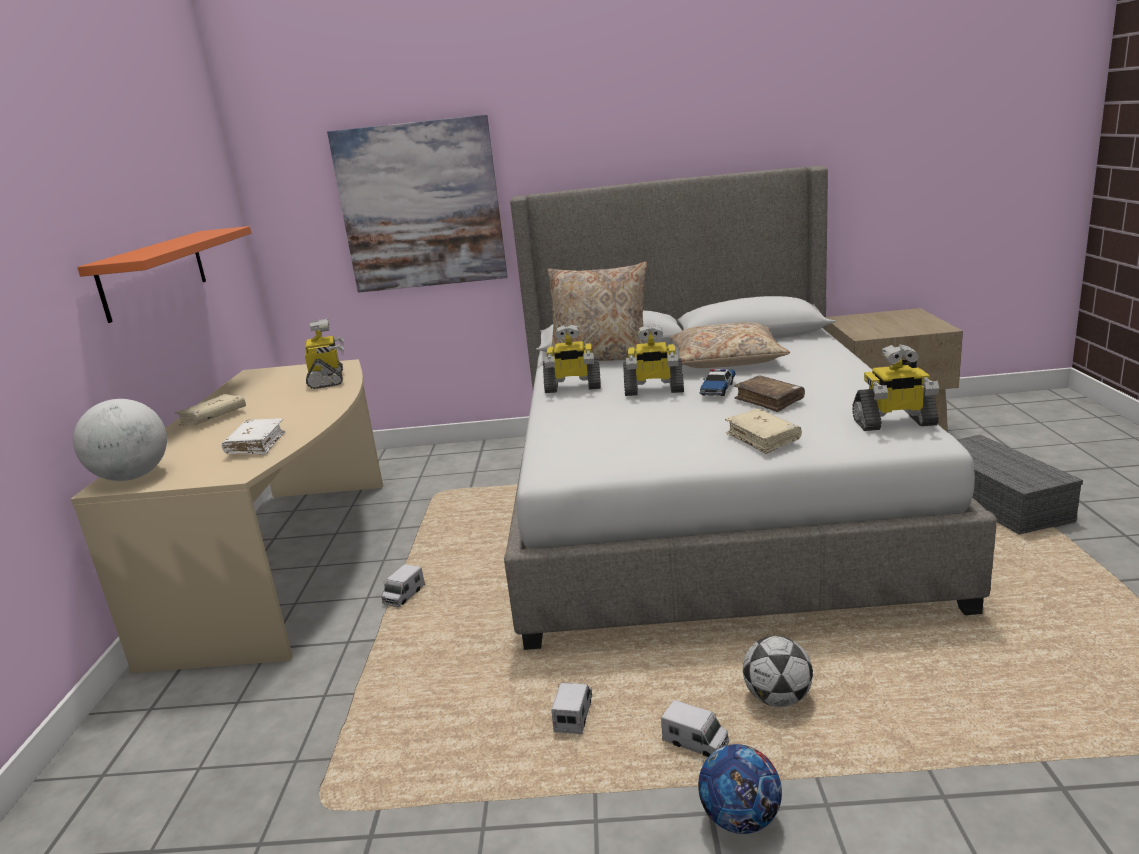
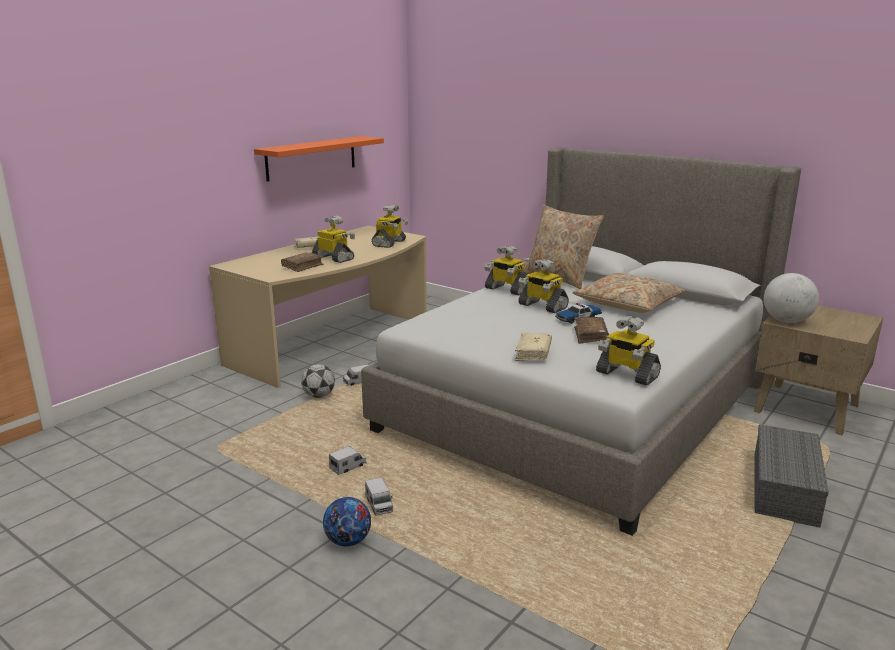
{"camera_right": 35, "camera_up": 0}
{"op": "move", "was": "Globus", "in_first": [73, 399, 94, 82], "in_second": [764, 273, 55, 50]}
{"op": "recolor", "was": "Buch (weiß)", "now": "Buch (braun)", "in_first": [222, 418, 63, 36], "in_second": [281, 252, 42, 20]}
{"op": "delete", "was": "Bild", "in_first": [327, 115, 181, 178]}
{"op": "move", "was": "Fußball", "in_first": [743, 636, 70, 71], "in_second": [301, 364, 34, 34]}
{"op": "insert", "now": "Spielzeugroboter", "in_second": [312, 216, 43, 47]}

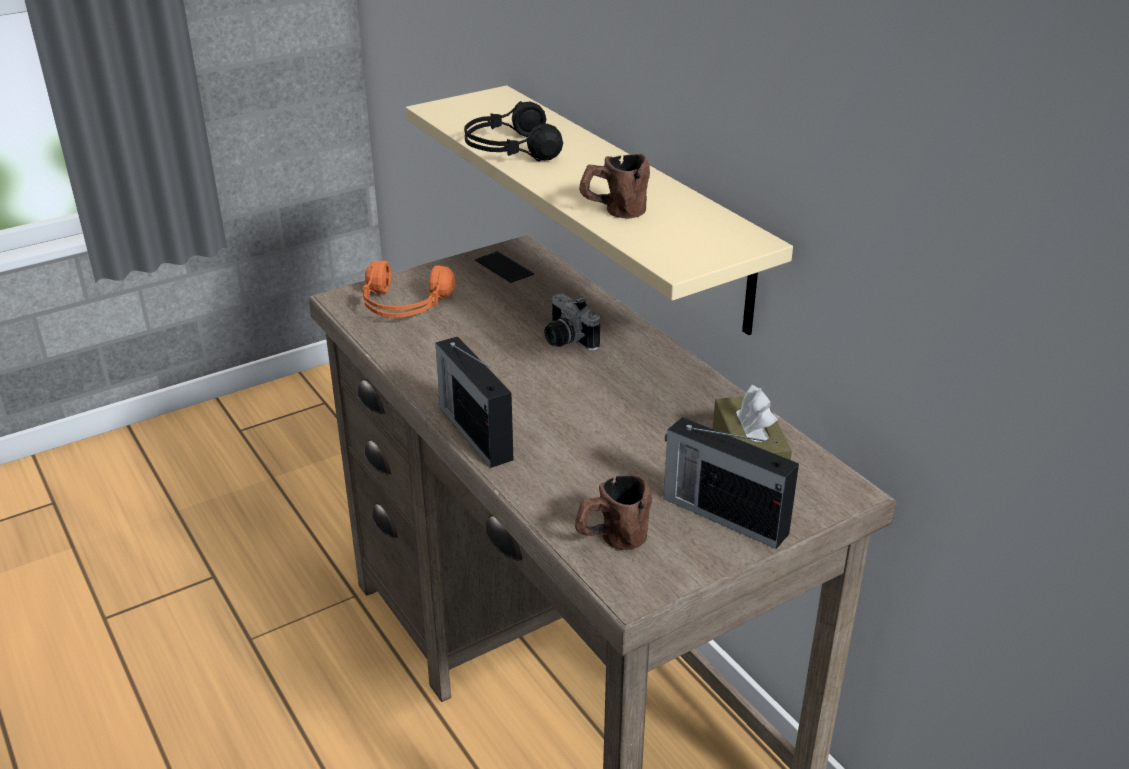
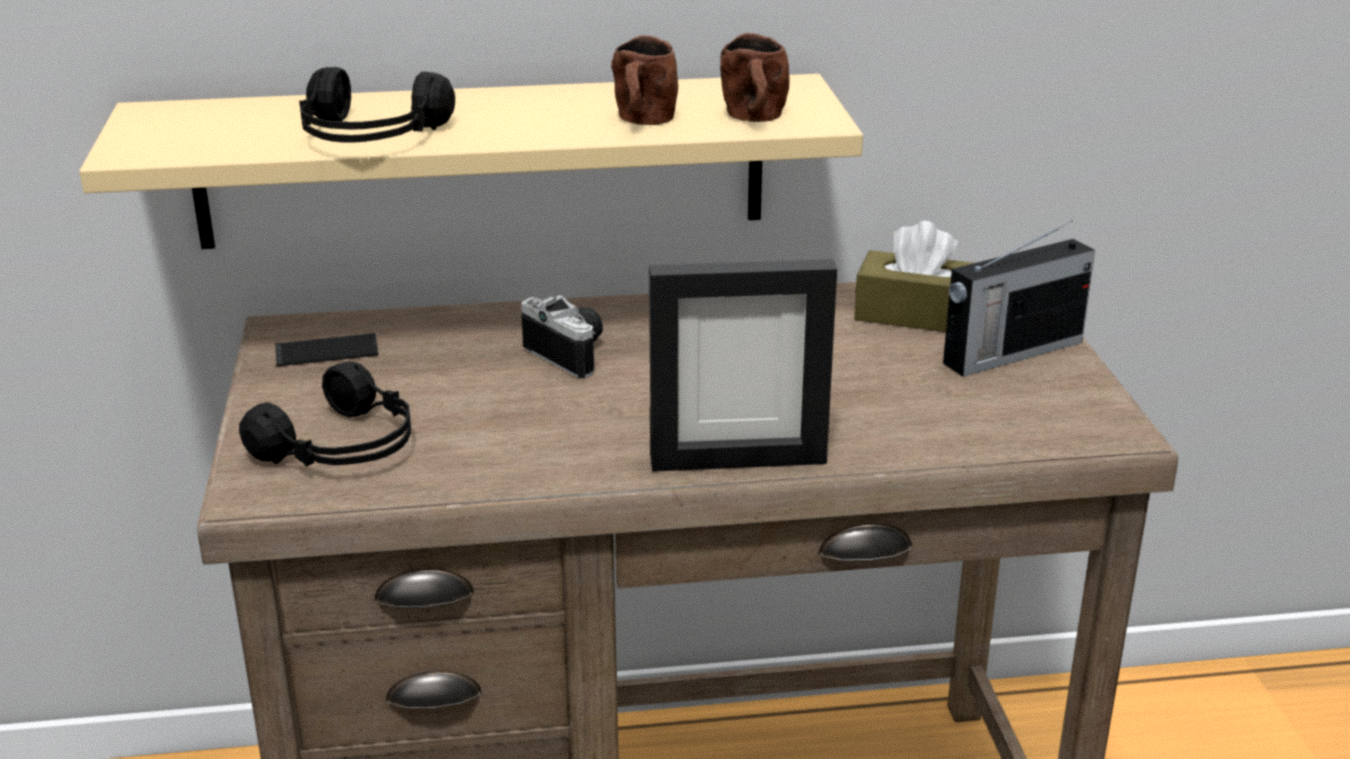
{"camera_right": -65, "camera_up": -5}
{"op": "recolor", "was": "Kopfhörer (orange)", "now": "Kopfhörer (schwarz)", "in_first": [362, 261, 93, 57], "in_second": [239, 361, 172, 106]}
{"op": "replace", "was": "Radio", "now": "Bilderrahmen", "in_first": [435, 336, 78, 132], "in_second": [649, 259, 188, 213]}
{"op": "rotate", "was": "Kamera", "in_first": [544, 293, 56, 58], "in_second": [521, 295, 82, 83], "clockwise": -120}
{"op": "move", "was": "Henkelbecher (braun)", "in_first": [575, 474, 77, 76], "in_second": [720, 33, 69, 89]}

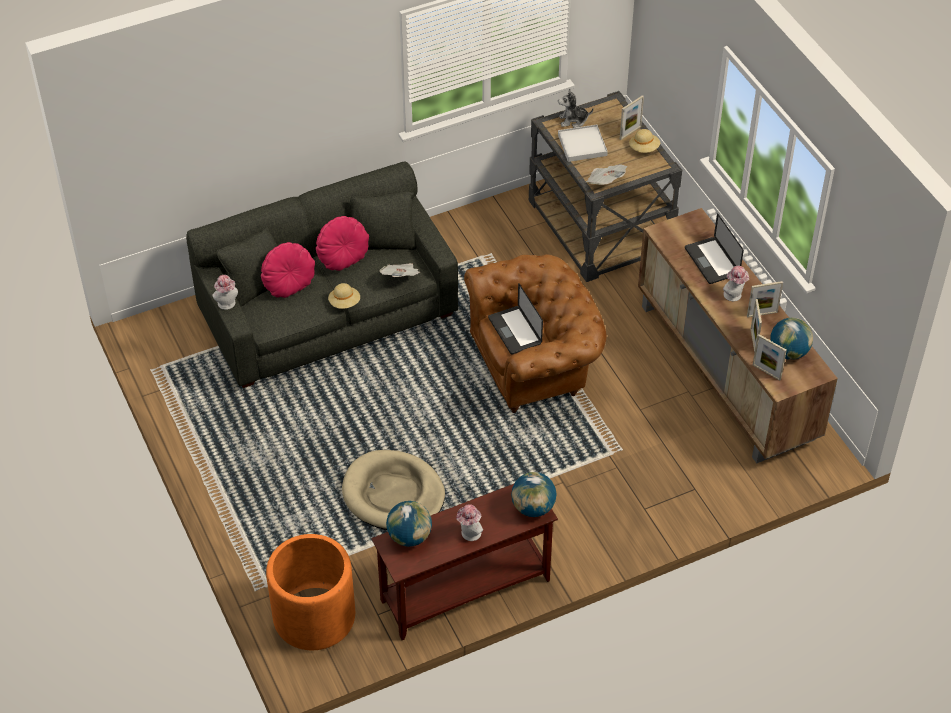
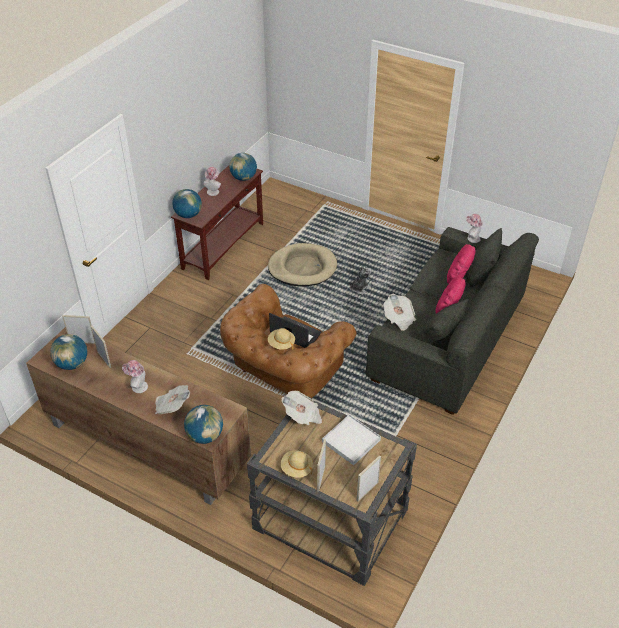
{"camera_right": 145, "camera_up": -5}
{"op": "delete", "was": "Pflanzkübel (orange)", "in_first": [266, 534, 89, 116]}
{"op": "move", "was": "Hut (beige)", "in_first": [328, 283, 32, 26], "in_second": [268, 328, 27, 22]}
{"op": "move", "was": "Plüschtier", "in_first": [558, 88, 35, 40], "in_second": [350, 266, 22, 28]}
{"op": "replace", "was": "Laptop", "now": "Zeitung", "in_first": [685, 213, 59, 71], "in_second": [155, 385, 35, 29]}
{"op": "move", "was": "Bilderrahmen", "in_first": [747, 281, 36, 36], "in_second": [357, 455, 24, 47]}
{"op": "insert", "now": "Globus", "in_second": [184, 405, 39, 39]}

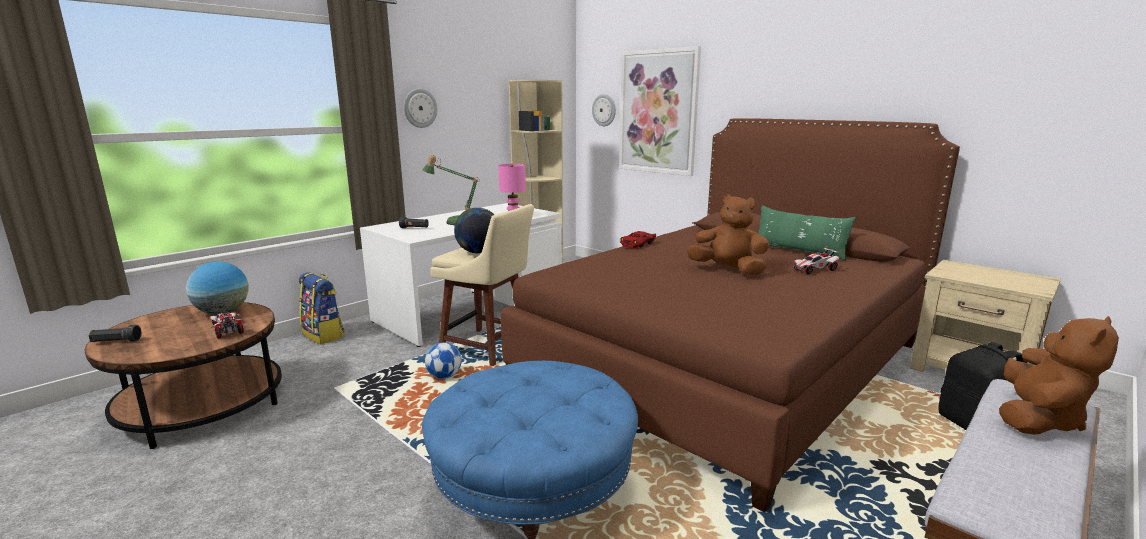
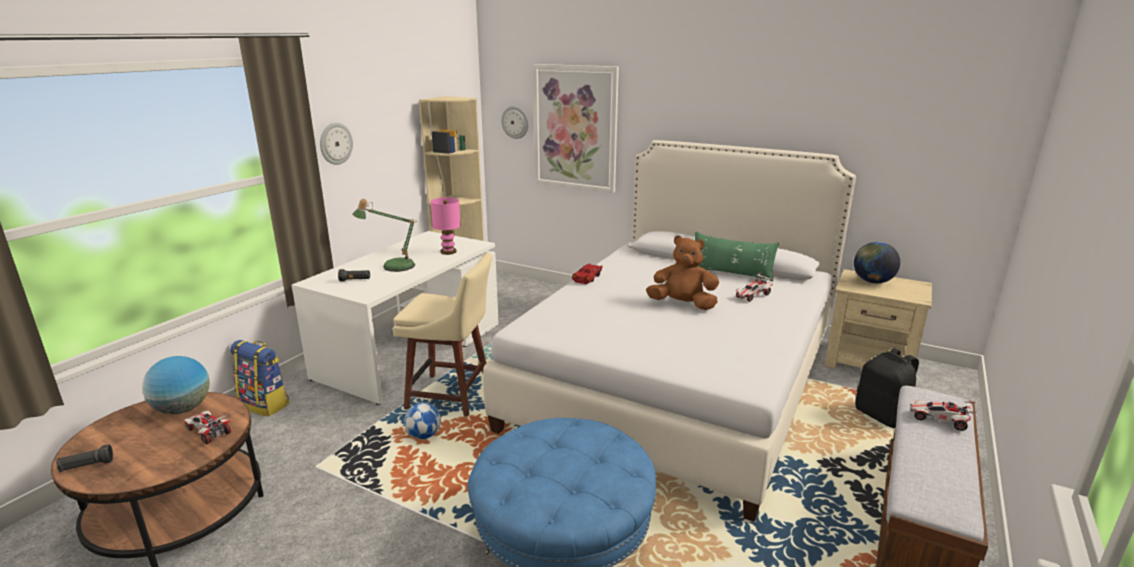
{"camera_right": -15, "camera_up": 5}
{"op": "move", "was": "Globus", "in_first": [454, 207, 40, 46], "in_second": [854, 242, 46, 42]}
{"op": "recolor", "was": "Bett (braun)", "now": "Bett (weiß)", "in_first": [501, 118, 459, 395], "in_second": [483, 140, 373, 382]}
{"op": "replace", "was": "Plüschtier (braun)", "now": "Spielzeugauto", "in_first": [999, 316, 120, 119], "in_second": [910, 400, 67, 31]}

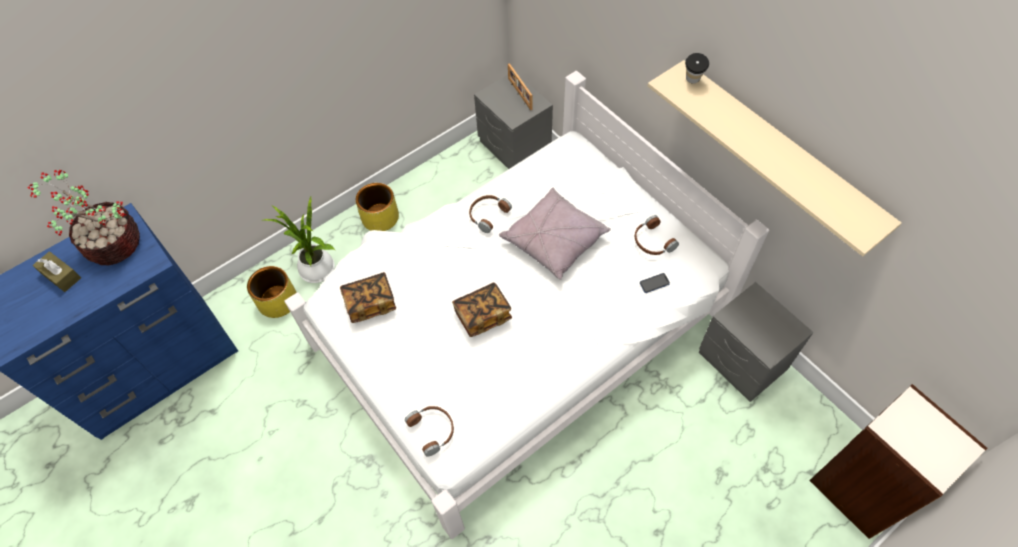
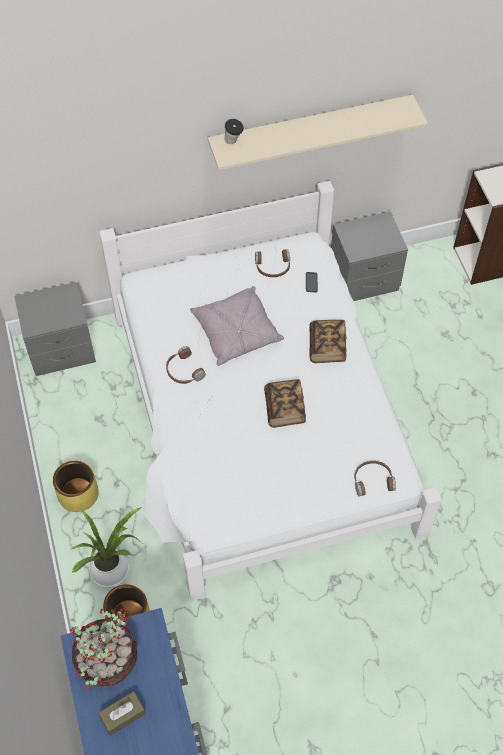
{"camera_right": -70, "camera_up": 0}
{"op": "move", "was": "Buch", "in_first": [340, 272, 56, 51], "in_second": [309, 320, 38, 43]}
{"op": "delete", "was": "Bilderrahmen", "in_first": [508, 63, 24, 47]}

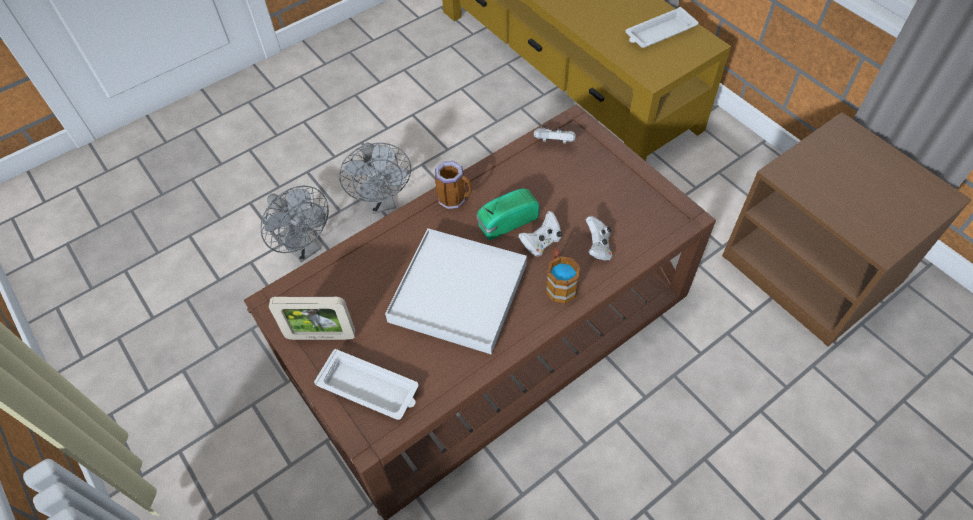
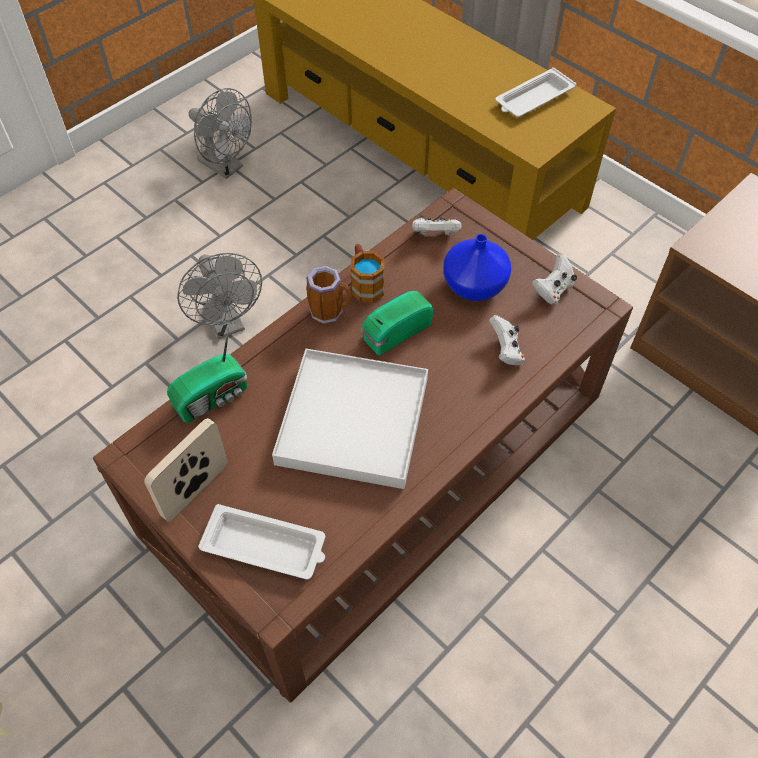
{"camera_right": -10, "camera_up": 0}
{"op": "move", "was": "Ventilator (grau)", "in_first": [261, 185, 68, 77], "in_second": [189, 88, 63, 91]}
{"op": "rotate", "was": "Bilderrahmen", "in_first": [269, 297, 86, 43], "in_second": [144, 418, 83, 104], "clockwise": 135}
{"op": "move", "was": "Gamepad (weiß)", "in_first": [518, 211, 44, 45], "in_second": [532, 253, 45, 52]}
{"op": "move", "was": "Henkelbecher", "in_first": [546, 248, 34, 56], "in_second": [351, 244, 34, 58]}
{"op": "insert", "now": "Radio", "in_second": [167, 325, 80, 98]}
{"op": "insert", "now": "Vase (blau)", "in_second": [443, 234, 68, 67]}

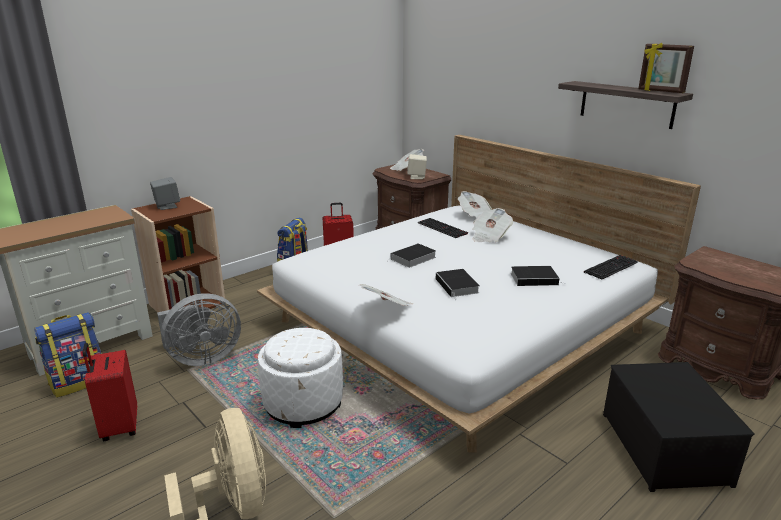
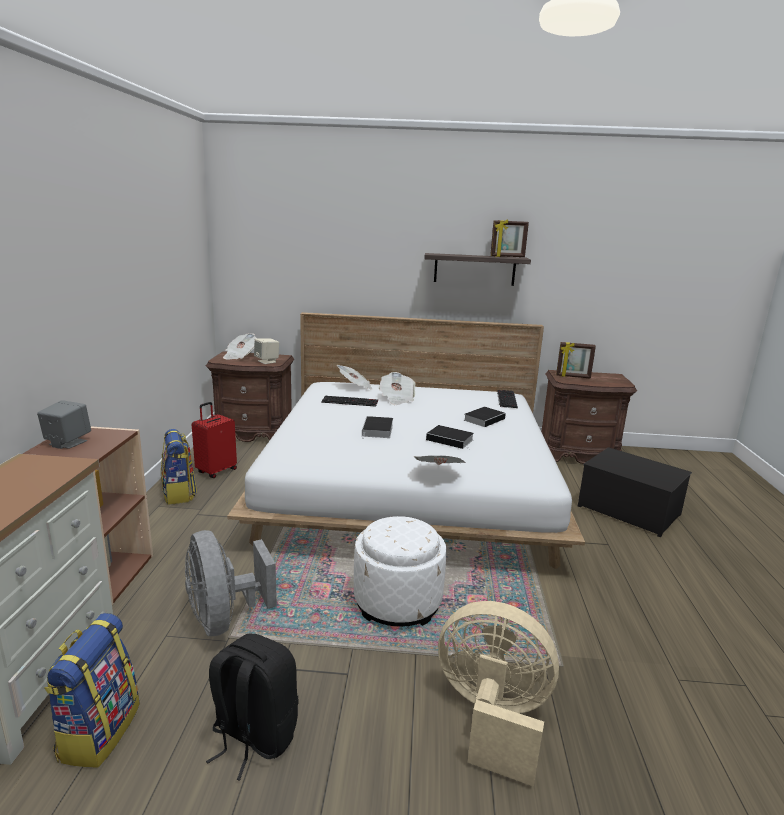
{"camera_right": -45, "camera_up": -5}
{"op": "replace", "was": "Koffer (rot)", "now": "Rucksack (schwarz)", "in_first": [83, 343, 54, 98], "in_second": [206, 633, 93, 148]}
{"op": "rotate", "was": "Ventilator (grau)", "in_first": [157, 293, 84, 73], "in_second": [185, 530, 92, 106], "clockwise": 135}
{"op": "insert", "now": "Bilderrahmen", "in_second": [556, 342, 40, 37]}

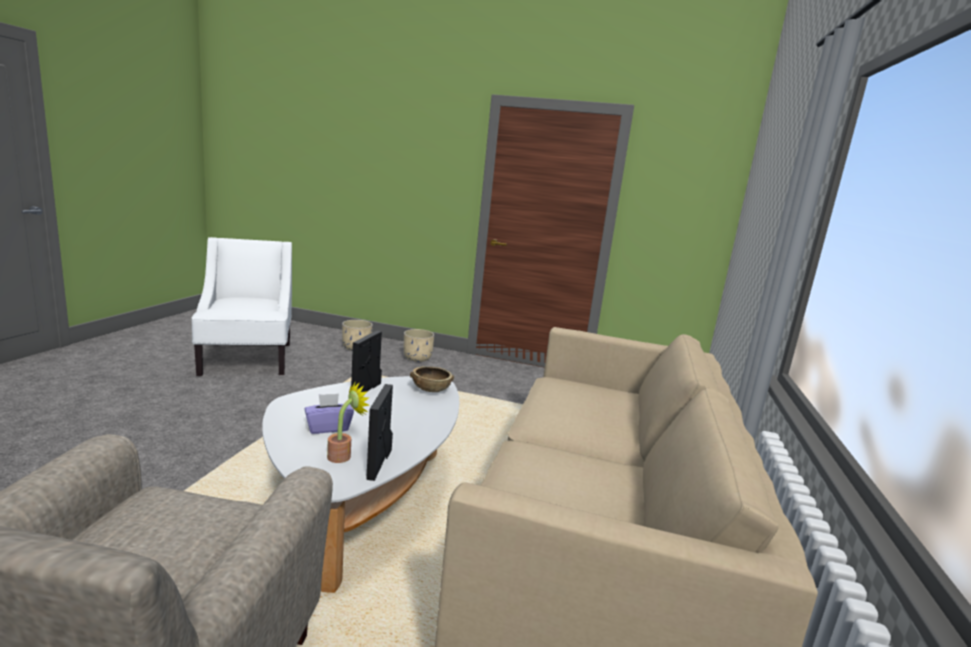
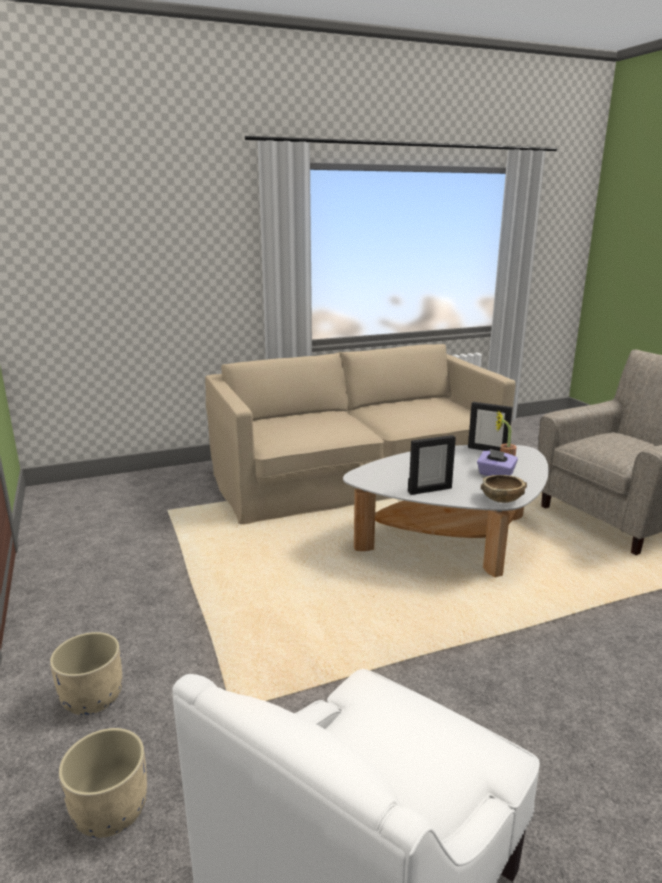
{"camera_right": -125, "camera_up": 5}
{"op": "rotate", "was": "Bilderrahmen", "in_first": [366, 384, 27, 97], "in_second": [468, 402, 45, 49], "clockwise": 60}
{"op": "move", "was": "Schüssel (braun)", "in_first": [410, 366, 44, 26], "in_second": [481, 475, 46, 28]}

